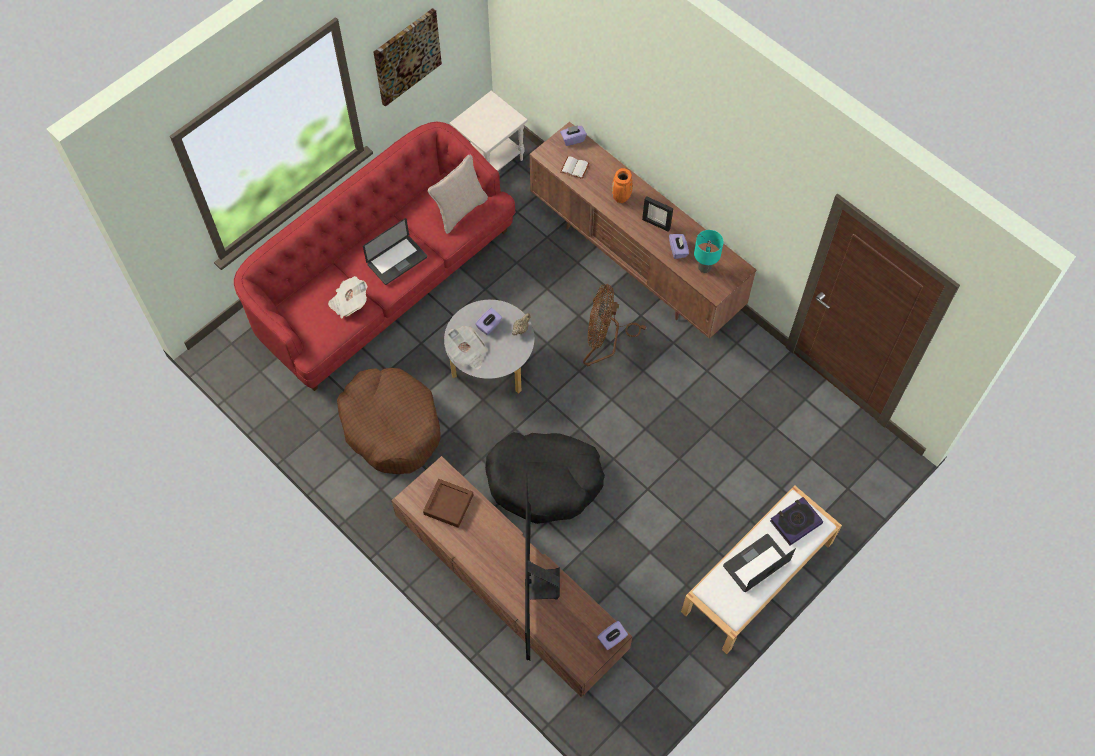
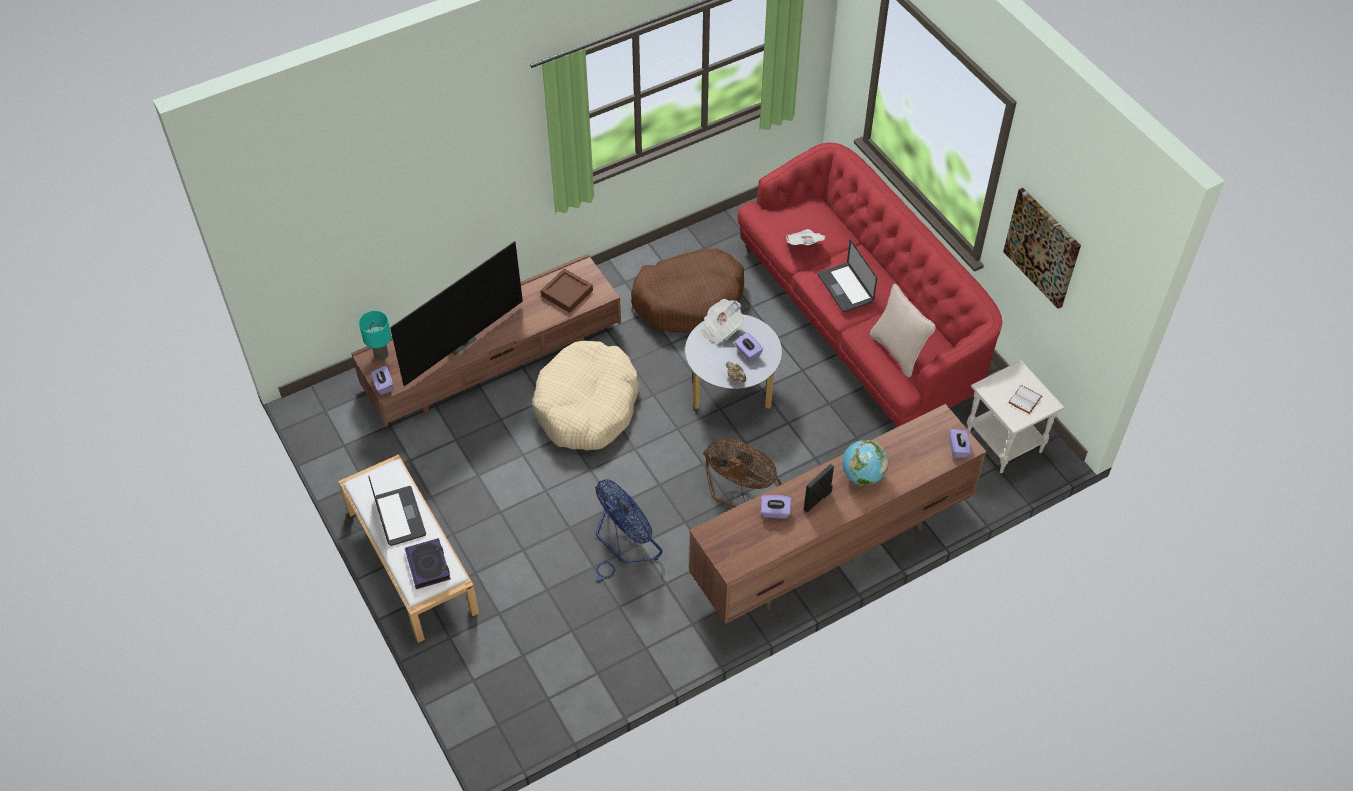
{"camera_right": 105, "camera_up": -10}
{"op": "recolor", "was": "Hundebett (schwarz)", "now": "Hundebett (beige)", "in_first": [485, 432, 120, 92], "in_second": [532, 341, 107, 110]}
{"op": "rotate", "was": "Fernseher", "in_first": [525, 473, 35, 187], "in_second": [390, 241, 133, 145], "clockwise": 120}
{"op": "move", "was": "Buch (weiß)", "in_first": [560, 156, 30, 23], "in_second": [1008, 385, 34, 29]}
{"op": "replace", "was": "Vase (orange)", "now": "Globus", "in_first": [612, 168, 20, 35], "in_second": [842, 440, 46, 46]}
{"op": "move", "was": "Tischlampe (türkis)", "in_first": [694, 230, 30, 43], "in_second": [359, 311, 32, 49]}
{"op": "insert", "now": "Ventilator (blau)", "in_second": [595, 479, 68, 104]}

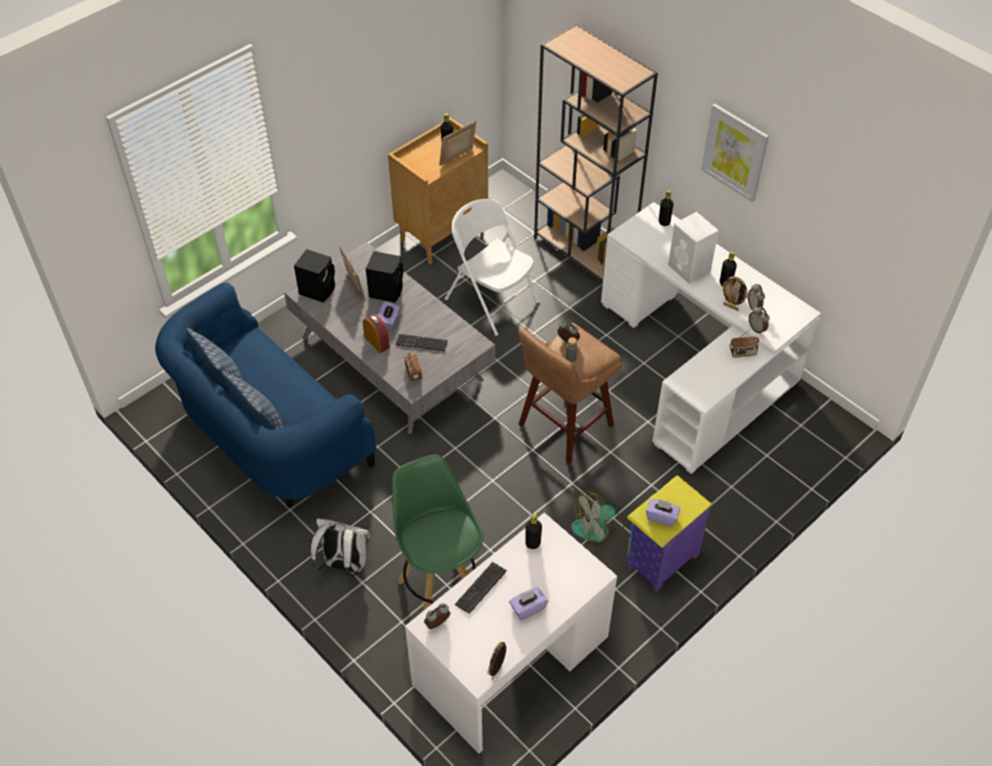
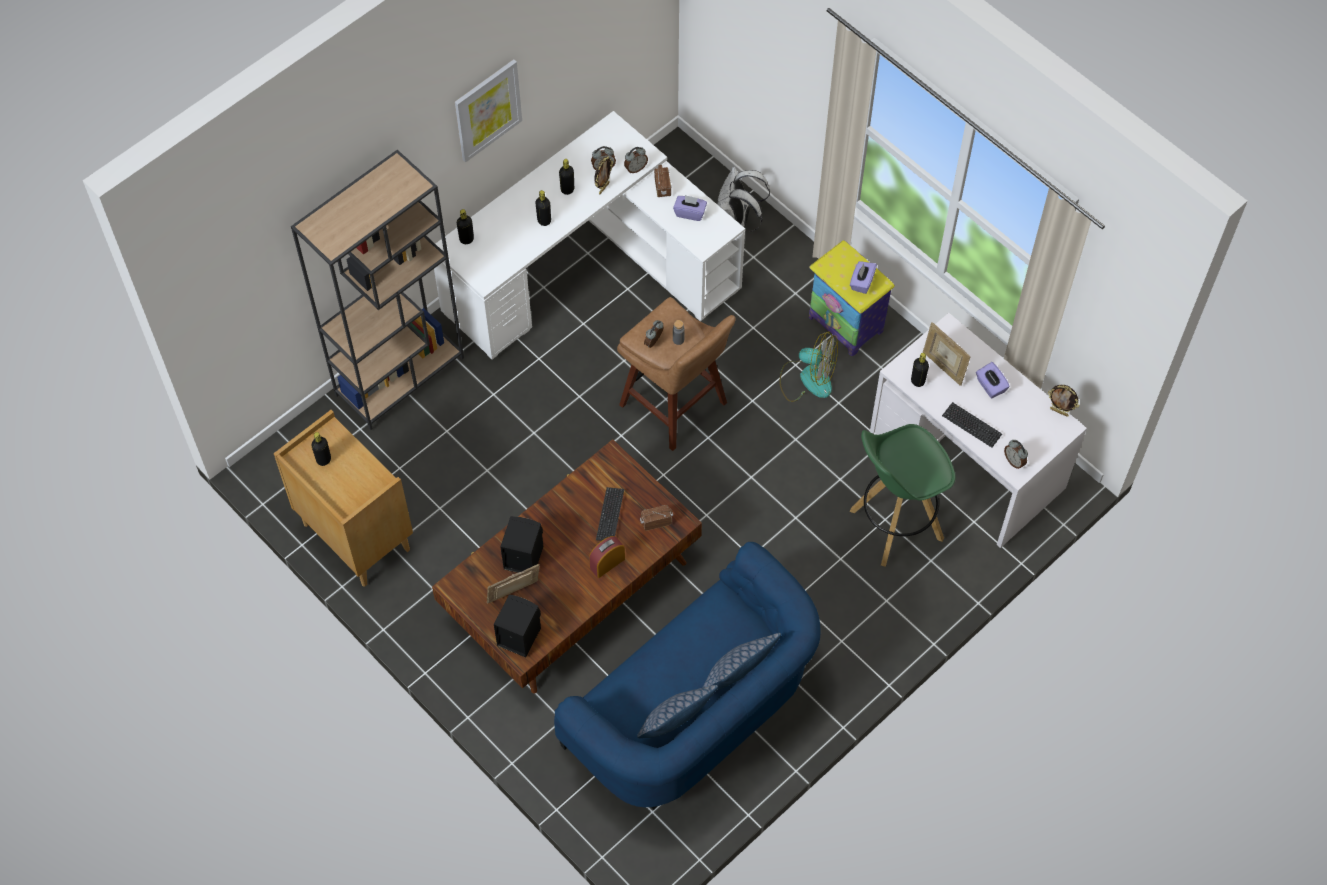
{"camera_right": -90, "camera_up": 10}
{"op": "recolor", "was": "Couchtisch (grau)", "now": "Couchtisch (braun)", "in_first": [284, 242, 211, 192], "in_second": [432, 439, 270, 255]}
{"op": "move", "was": "Rucksack (weiß)", "in_first": [310, 518, 61, 59], "in_second": [717, 166, 53, 66]}
{"op": "move", "was": "Taschentuchbox (lila)", "in_first": [378, 301, 22, 29], "in_second": [673, 195, 34, 26]}
{"op": "move", "was": "Bilderrahmen", "in_first": [439, 121, 37, 45], "in_second": [923, 322, 48, 64]}
{"op": "delete", "was": "Stuhl (weiß)", "in_first": [445, 199, 95, 137]}
{"op": "rotate", "was": "Ventilator", "in_first": [571, 491, 54, 51], "in_second": [780, 332, 58, 70], "clockwise": -45}
{"op": "replace", "was": "Lautsprecher (weiß)", "now": "Flasche (schwarz)", "in_first": [668, 212, 51, 72], "in_second": [535, 190, 16, 36]}

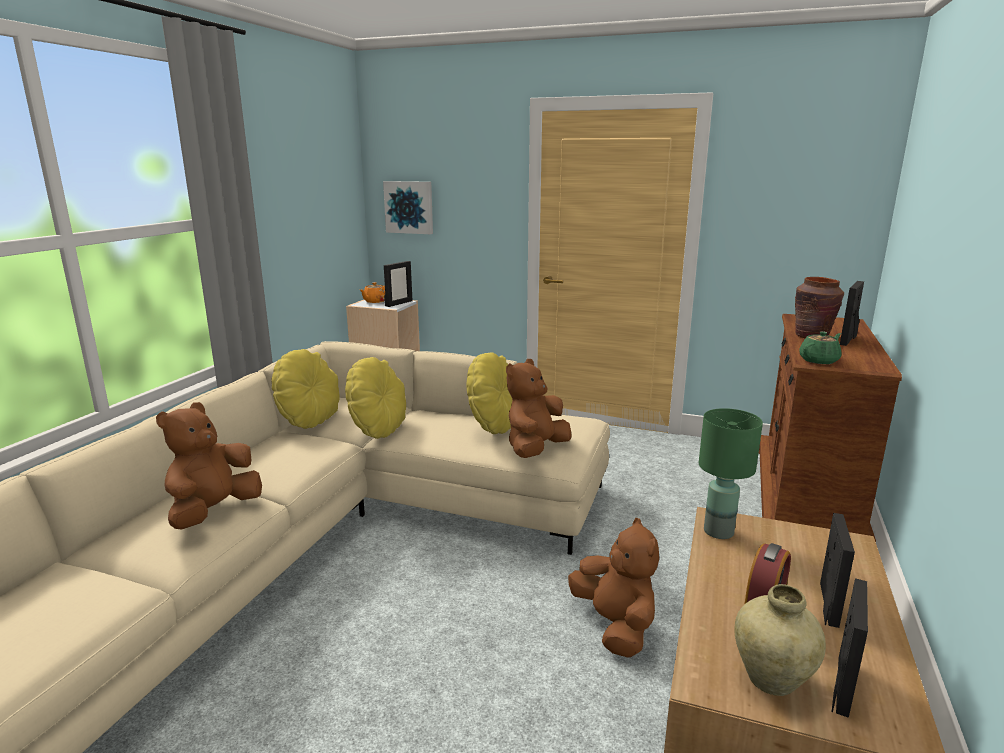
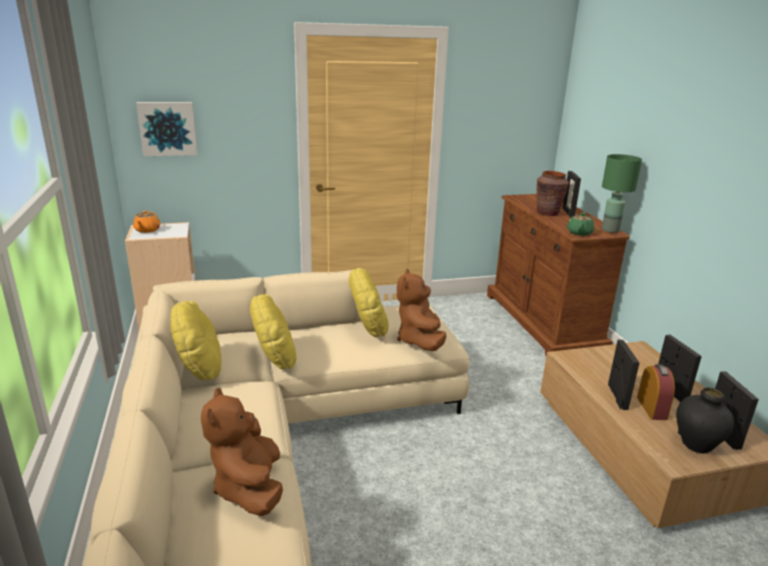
{"camera_right": -35, "camera_up": 5}
{"op": "move", "was": "Bilderrahmen", "in_first": [384, 261, 28, 46], "in_second": [608, 340, 31, 70]}
{"op": "delete", "was": "Plüschtier (braun)", "in_first": [568, 518, 91, 140]}
{"op": "move", "was": "Tischlampe (grün)", "in_first": [699, 408, 64, 131], "in_second": [602, 154, 40, 79]}
{"op": "recolor", "was": "Vase (beige)", "now": "Vase (schwarz)", "in_first": [735, 584, 91, 112], "in_second": [676, 387, 58, 67]}

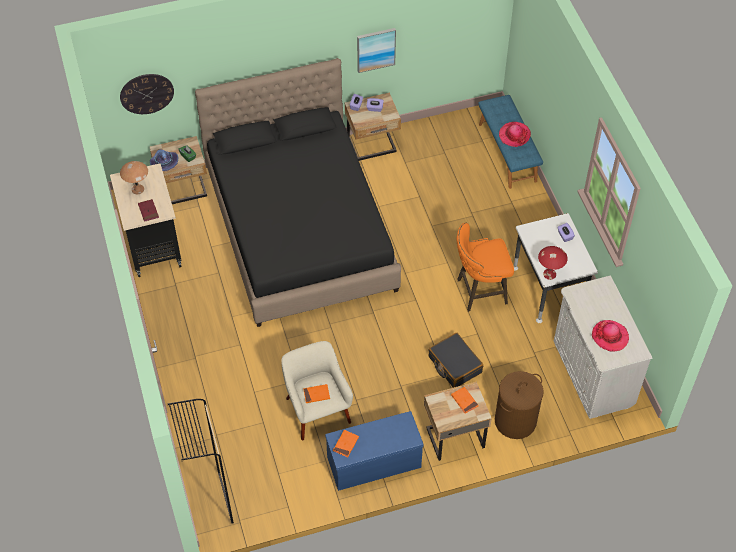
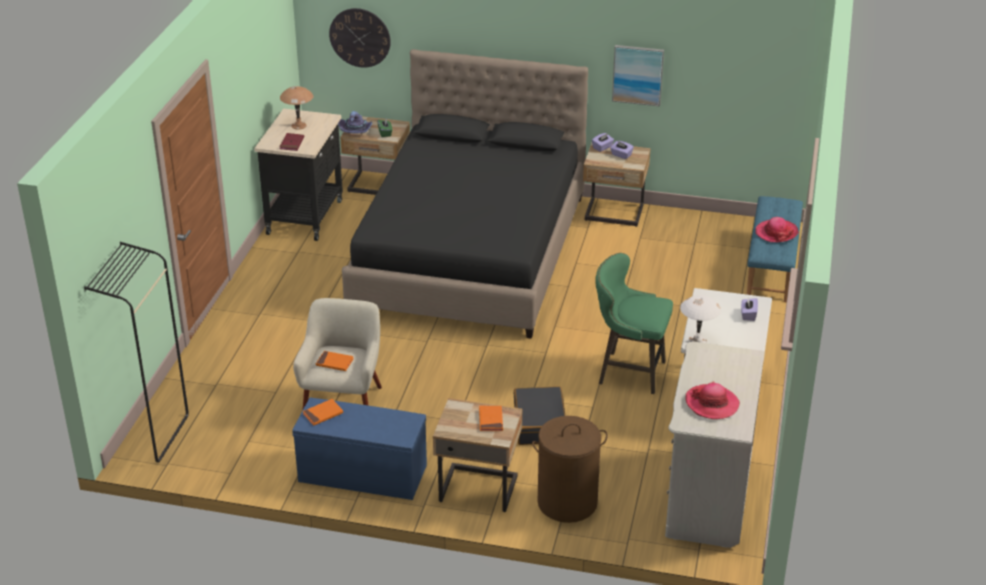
{"camera_right": 30, "camera_up": -20}
{"op": "recolor", "was": "Hocker (orange)", "now": "Hocker (grün)", "in_first": [456, 223, 58, 89], "in_second": [595, 253, 78, 141]}
{"op": "recolor", "was": "Tischlampe (rot)", "now": "Tischlampe (weiß)", "in_first": [538, 246, 30, 34], "in_second": [680, 295, 41, 48]}

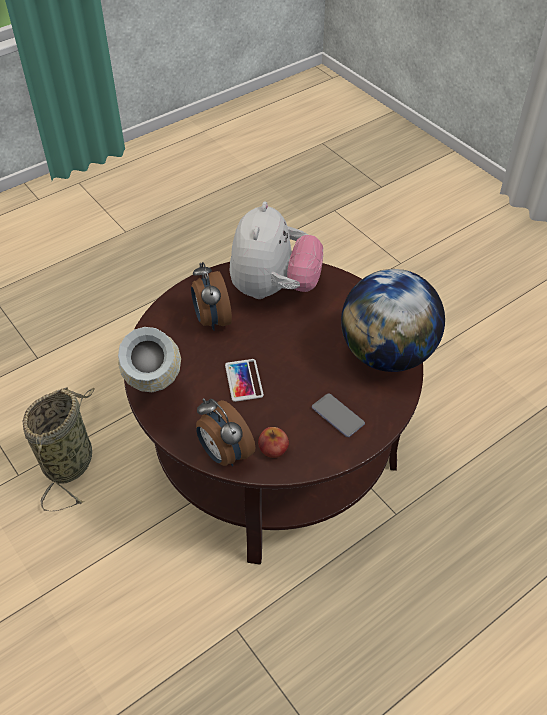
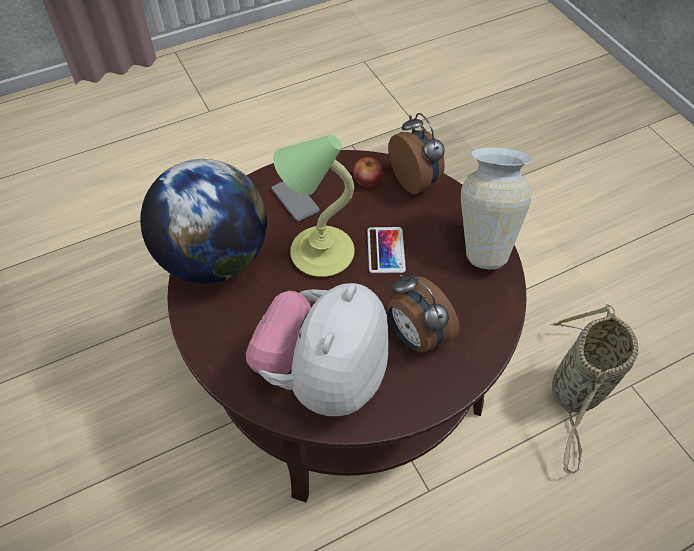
{"camera_right": -170, "camera_up": 5}
{"op": "rotate", "was": "Wecker", "in_first": [191, 262, 41, 69], "in_second": [387, 274, 73, 79], "clockwise": 150}
{"op": "insert", "now": "Tischlampe", "in_second": [273, 135, 82, 142]}

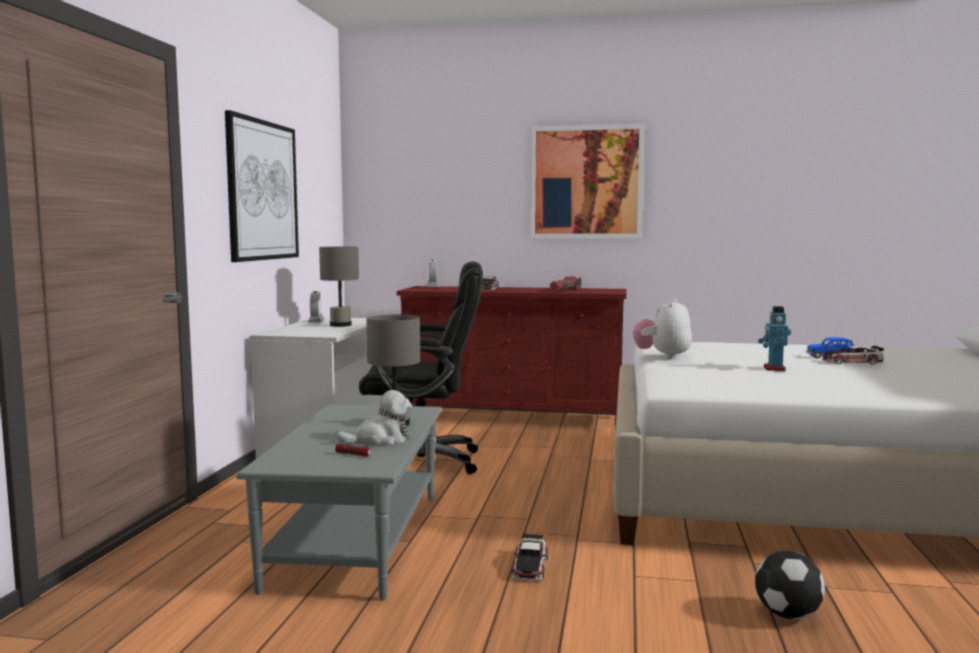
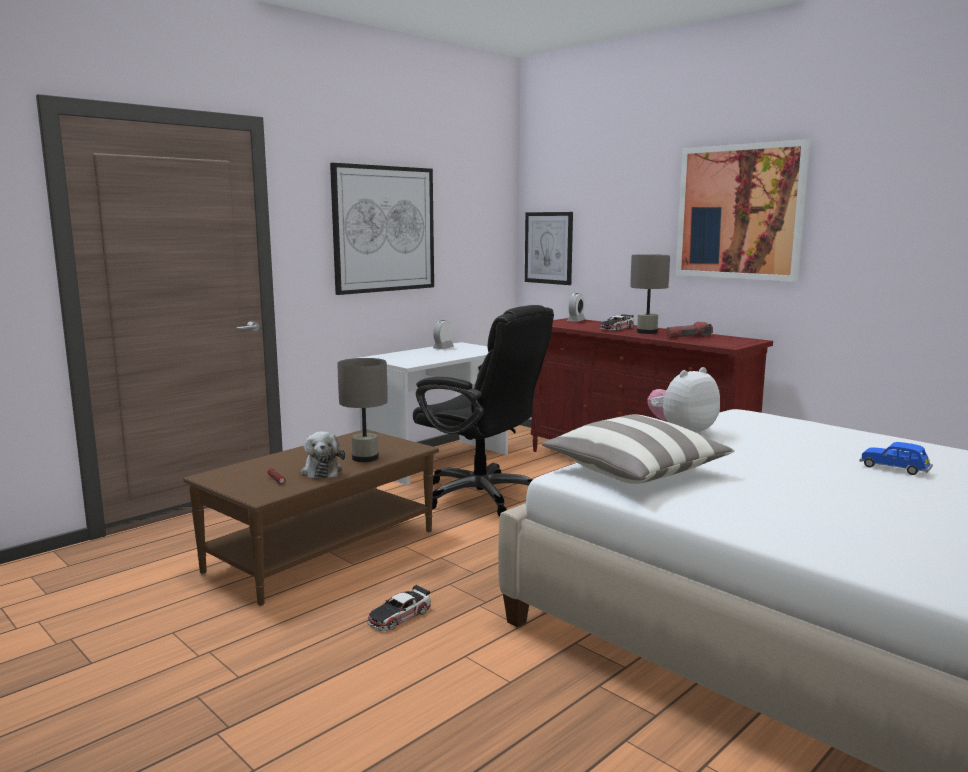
{"camera_right": 35, "camera_up": 5}
{"op": "recolor", "was": "Couchtisch (grau)", "now": "Couchtisch (braun)", "in_first": [236, 404, 205, 196], "in_second": [183, 429, 256, 177]}
{"op": "move", "was": "Tischlampe (grau)", "in_first": [319, 246, 40, 81], "in_second": [630, 254, 40, 80]}
{"op": "rotate", "was": "Plüschtier", "in_first": [337, 390, 75, 56], "in_second": [301, 431, 44, 48], "clockwise": 60}
{"op": "delete", "was": "Fußball", "in_first": [755, 550, 70, 69]}
{"op": "delete", "was": "Spielzeugroboter", "in_first": [758, 306, 33, 65]}
{"op": "delete", "was": "Spielzeugauto", "in_first": [822, 346, 62, 18]}
{"op": "insert", "now": "Bild", "in_second": [525, 212, 48, 73]}
{"op": "insert", "now": "Kissen", "in_second": [542, 415, 193, 69]}

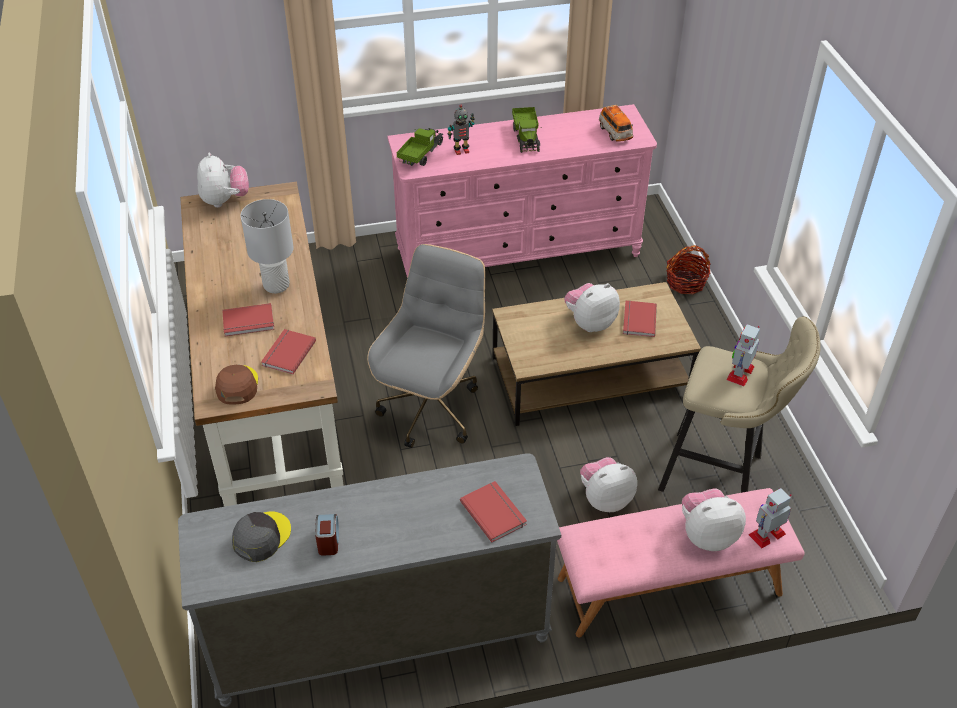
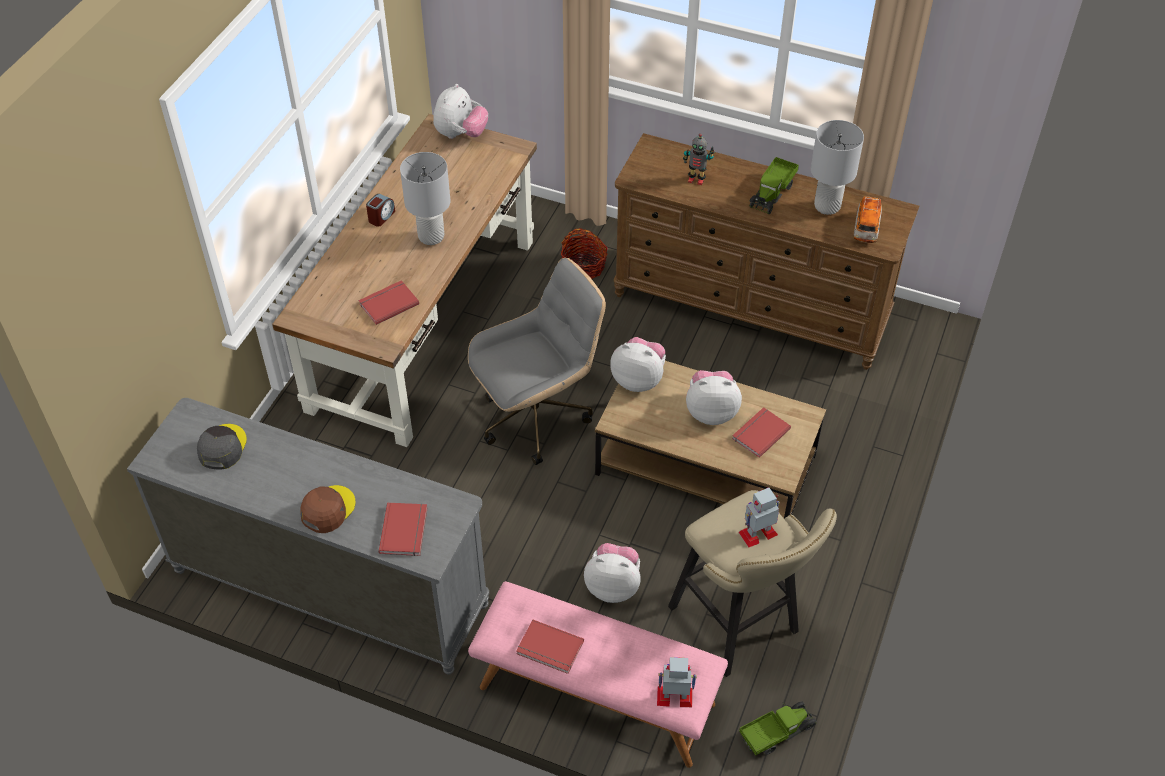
{"camera_right": 35, "camera_up": 5}
{"op": "move", "was": "Kappe (braun)", "in_first": [215, 365, 43, 40], "in_second": [300, 485, 56, 48]}
{"op": "move", "was": "Buch (rot)", "in_first": [222, 303, 52, 33], "in_second": [516, 619, 68, 55]}
{"op": "rotate", "was": "Kappe (grau)", "in_first": [232, 511, 59, 51], "in_second": [197, 424, 50, 45], "clockwise": -60}
{"op": "move", "was": "Wecker", "in_first": [315, 514, 24, 42], "in_second": [366, 194, 29, 33]}
{"op": "recolor", "was": "Kommode (rosa)", "now": "Kommode (braun)", "in_first": [387, 104, 270, 174], "in_second": [614, 133, 305, 237]}
{"op": "move", "was": "Spielzeuglaster", "in_first": [397, 128, 47, 38], "in_second": [739, 701, 78, 55]}
{"op": "move", "was": "Korb", "in_first": [666, 245, 45, 49], "in_second": [561, 228, 47, 51]}
{"op": "move", "was": "Plüschtier", "in_first": [682, 488, 64, 63], "in_second": [610, 337, 56, 55]}
{"op": "insert", "now": "Tischlampe (grau)", "in_second": [811, 120, 53, 95]}

